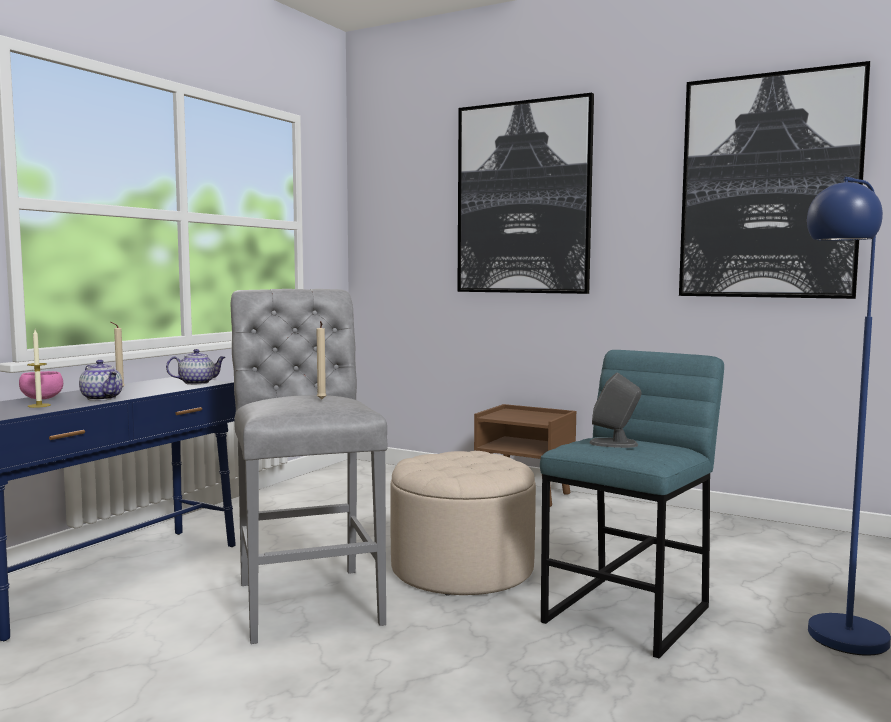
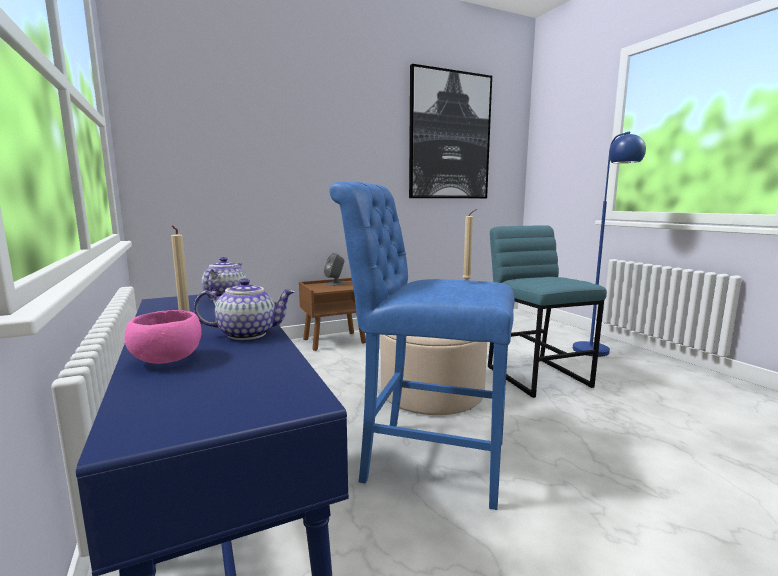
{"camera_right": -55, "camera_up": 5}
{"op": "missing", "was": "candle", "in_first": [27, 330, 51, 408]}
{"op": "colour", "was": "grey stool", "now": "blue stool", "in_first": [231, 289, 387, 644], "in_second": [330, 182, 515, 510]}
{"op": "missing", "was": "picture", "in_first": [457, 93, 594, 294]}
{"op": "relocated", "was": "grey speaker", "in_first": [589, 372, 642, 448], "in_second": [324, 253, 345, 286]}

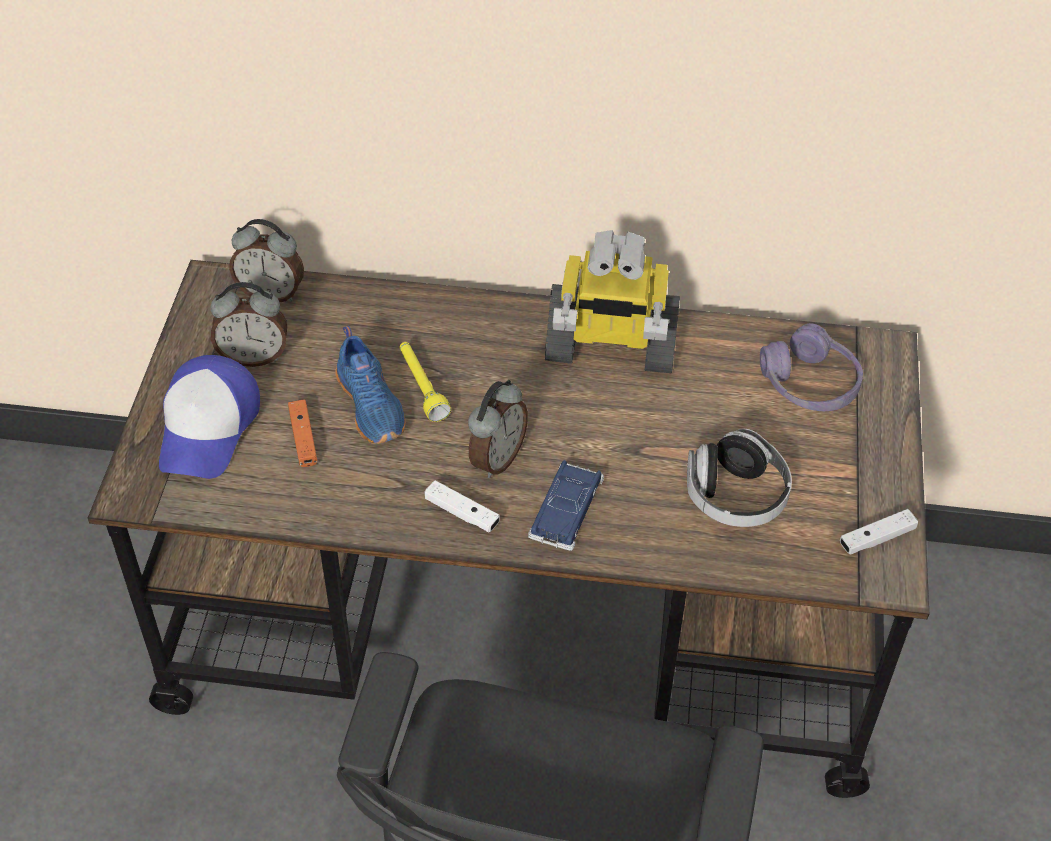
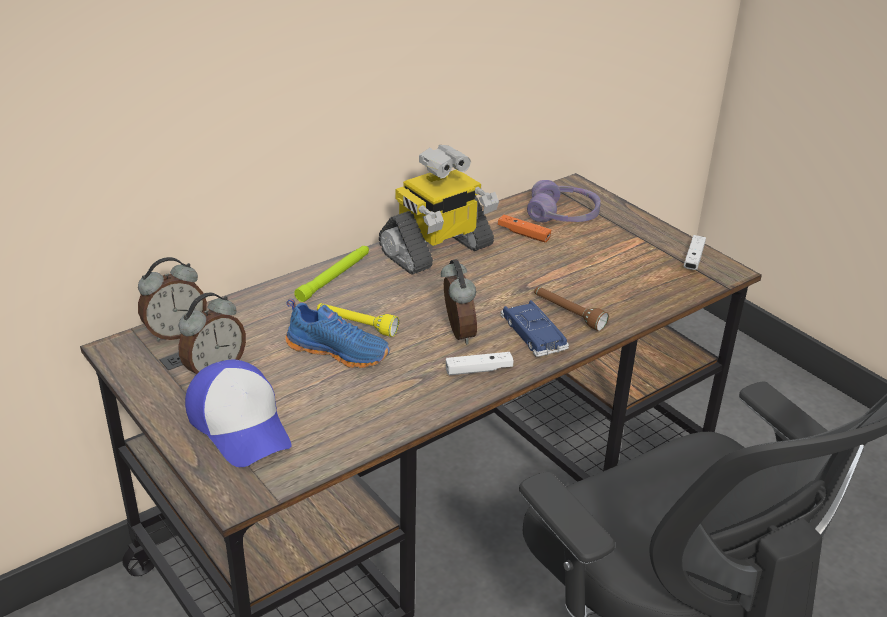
{"camera_right": -45, "camera_up": -15}
{"op": "relocated", "was": "orange game controller", "in_first": [288, 400, 317, 467], "in_second": [498, 215, 551, 242]}
{"op": "missing", "was": "headphones", "in_first": [687, 429, 792, 527]}
{"op": "appeared", "now": "green flashlight", "in_second": [294, 246, 369, 302]}
{"op": "appeared", "now": "brown flashlight", "in_second": [534, 286, 609, 331]}

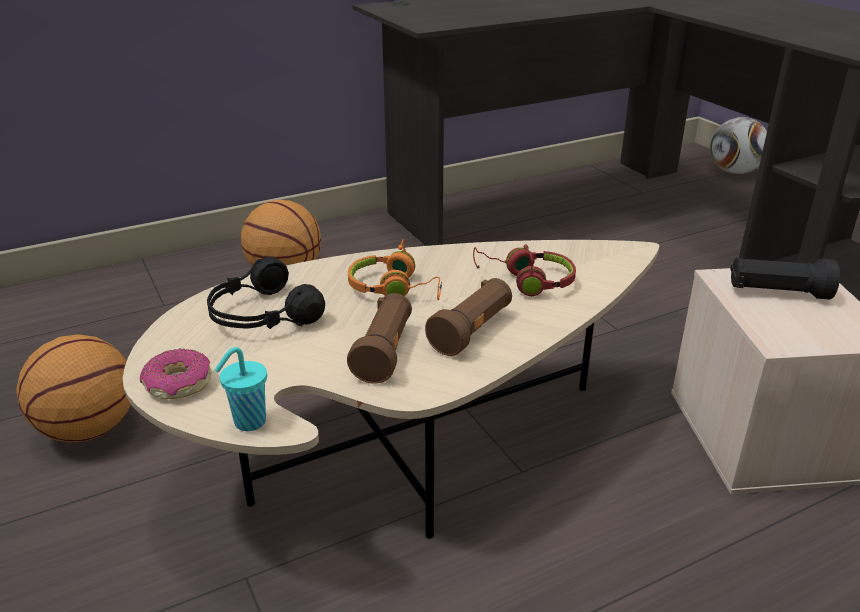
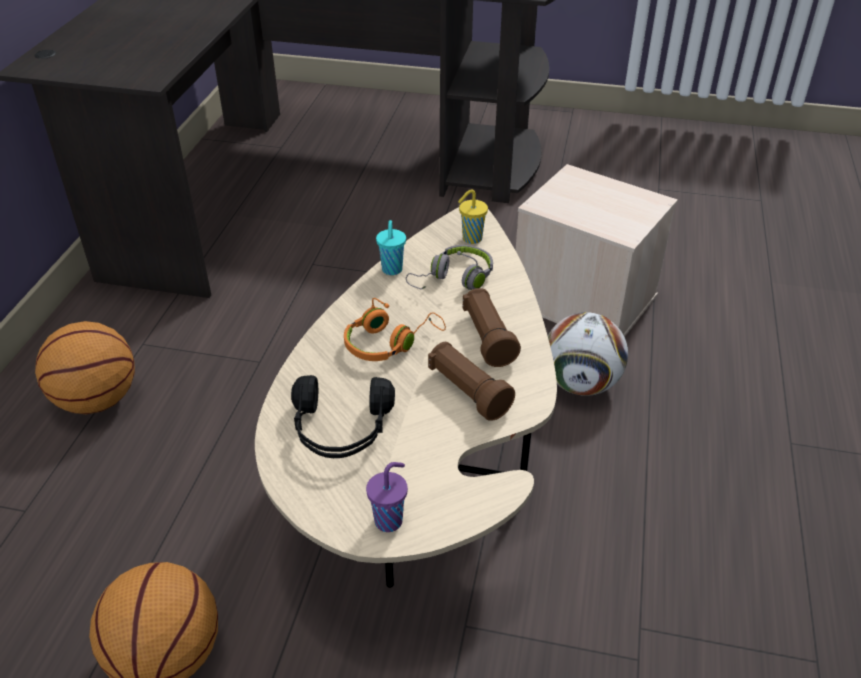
{"camera_right": -50, "camera_up": 10}
{"op": "exchanged", "was": "donut", "now": "purple cup", "in_first": [140, 348, 212, 399], "in_second": [366, 462, 408, 532]}
{"op": "relocated", "was": "turquoise cup", "in_first": [215, 347, 267, 431], "in_second": [376, 220, 406, 275]}
{"op": "colour", "was": "red headphones", "now": "grey headphones", "in_first": [473, 244, 576, 296], "in_second": [406, 245, 493, 290]}
{"op": "relocated", "was": "football", "in_first": [710, 117, 767, 174], "in_second": [548, 312, 628, 396]}
{"op": "missing", "was": "black flashlight", "in_first": [731, 258, 840, 300]}
{"op": "appeared", "now": "yellow cup", "in_second": [458, 189, 488, 244]}

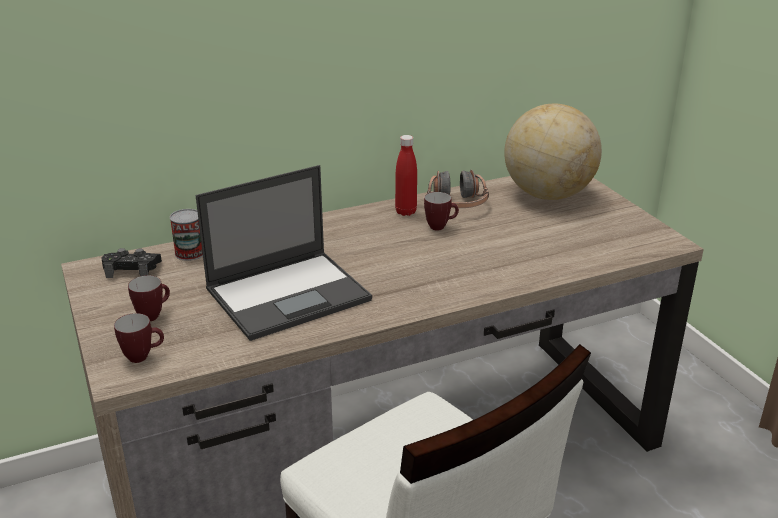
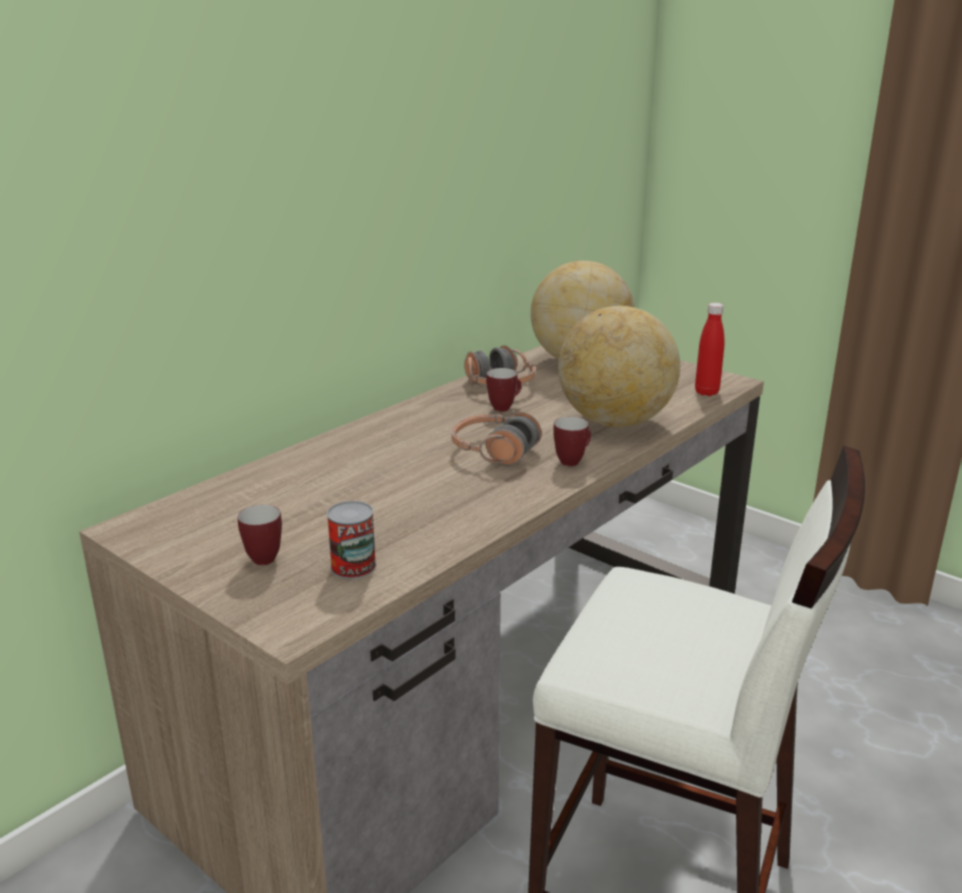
{"camera_right": -25, "camera_up": -5}
{"op": "missing", "was": "black game controller", "in_first": [102, 248, 162, 278]}
{"op": "relocated", "was": "mug", "in_first": [114, 313, 164, 363], "in_second": [553, 417, 591, 466]}
{"op": "relocated", "was": "can", "in_first": [170, 209, 203, 261], "in_second": [327, 501, 376, 579]}
{"op": "missing", "was": "laptop", "in_first": [196, 165, 372, 341]}
{"op": "relocated", "was": "red bottle", "in_first": [395, 135, 417, 216], "in_second": [695, 303, 724, 396]}
{"op": "appeared", "now": "headphones", "in_second": [451, 412, 542, 465]}
{"op": "appeared", "now": "globe", "in_second": [558, 306, 680, 427]}

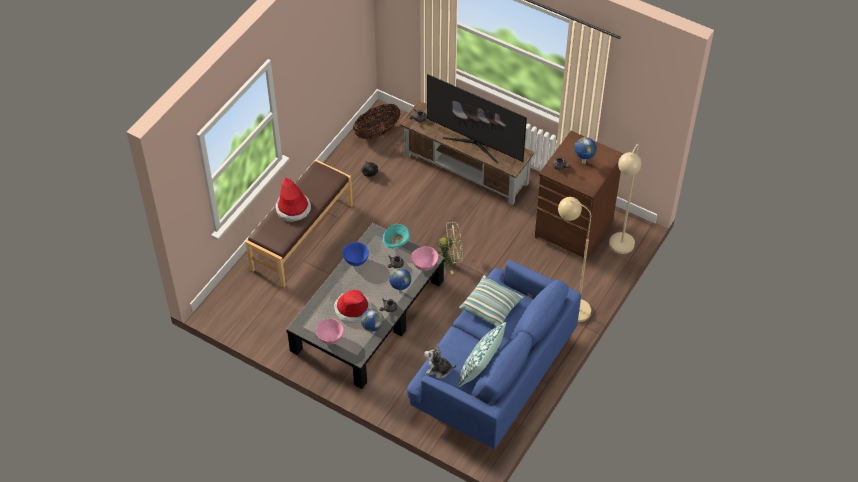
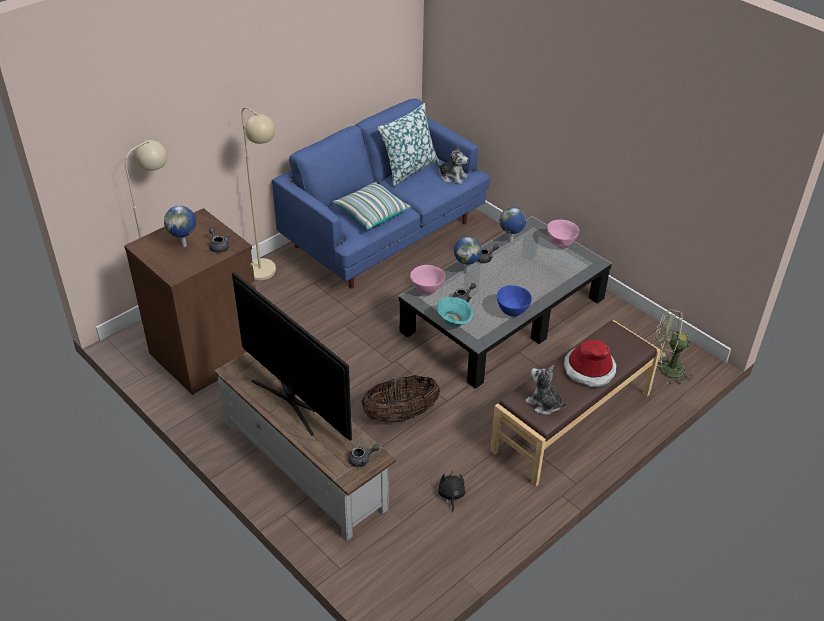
{"camera_right": -165, "camera_up": -10}
{"op": "missing", "was": "hat", "in_first": [334, 290, 371, 323]}
{"op": "relocated", "was": "basket", "in_first": [353, 104, 400, 139], "in_second": [361, 375, 440, 423]}
{"op": "relocated", "was": "green fan", "in_first": [436, 221, 463, 274], "in_second": [653, 309, 693, 385]}
{"op": "appeared", "now": "plush toy", "in_second": [525, 365, 567, 415]}

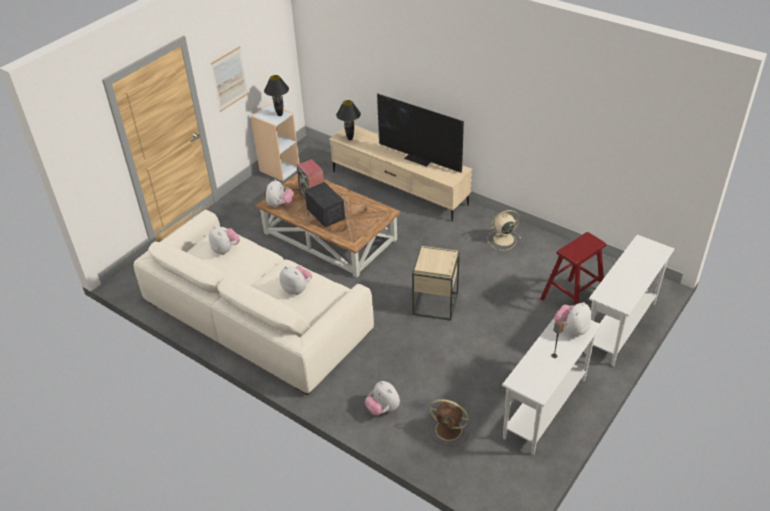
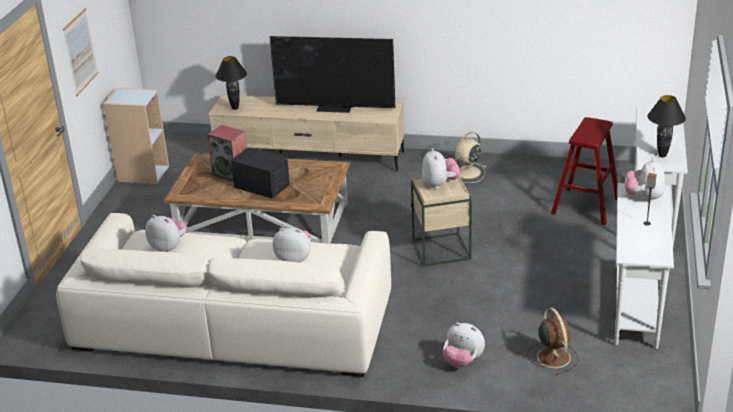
{"camera_right": -25, "camera_up": -10}
{"op": "relocated", "was": "black table lamp", "in_first": [264, 75, 289, 116], "in_second": [647, 95, 686, 157]}
{"op": "relocated", "was": "plush toy", "in_first": [266, 179, 294, 208], "in_second": [422, 148, 460, 189]}
{"op": "spun", "was": "brown fan", "in_first": [429, 399, 469, 446], "in_second": [527, 308, 579, 375], "clockwise": -105}

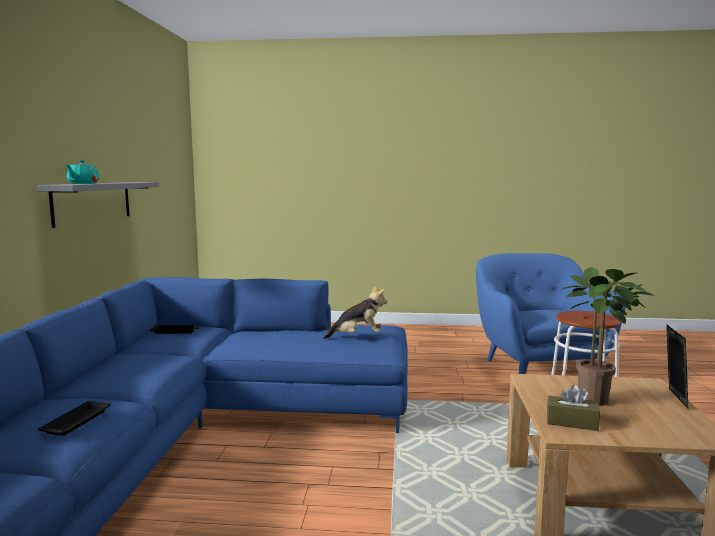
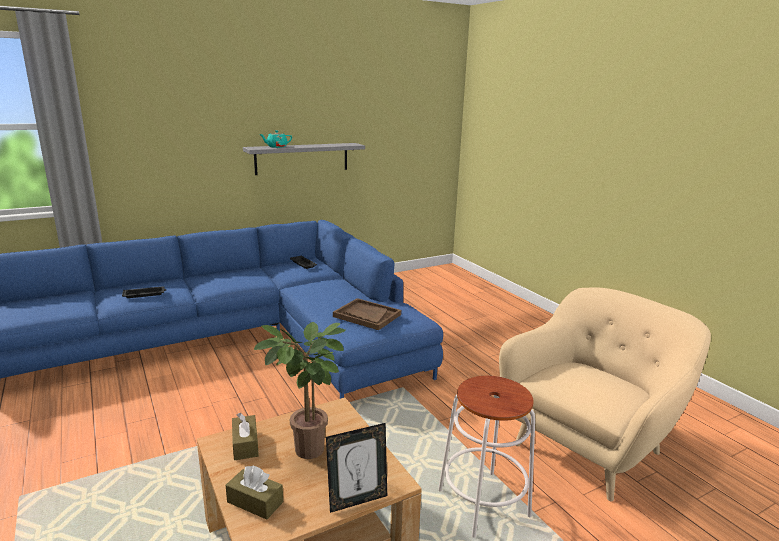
{"camera_right": 55, "camera_up": 10}
{"op": "exchanged", "was": "plush toy", "now": "brown tray", "in_first": [323, 286, 387, 339], "in_second": [333, 298, 401, 330]}
{"op": "colour", "was": "blue armchair", "now": "beige armchair", "in_first": [476, 253, 625, 374], "in_second": [499, 287, 711, 502]}
{"op": "appeared", "now": "brown tissue box", "in_second": [226, 466, 283, 520]}

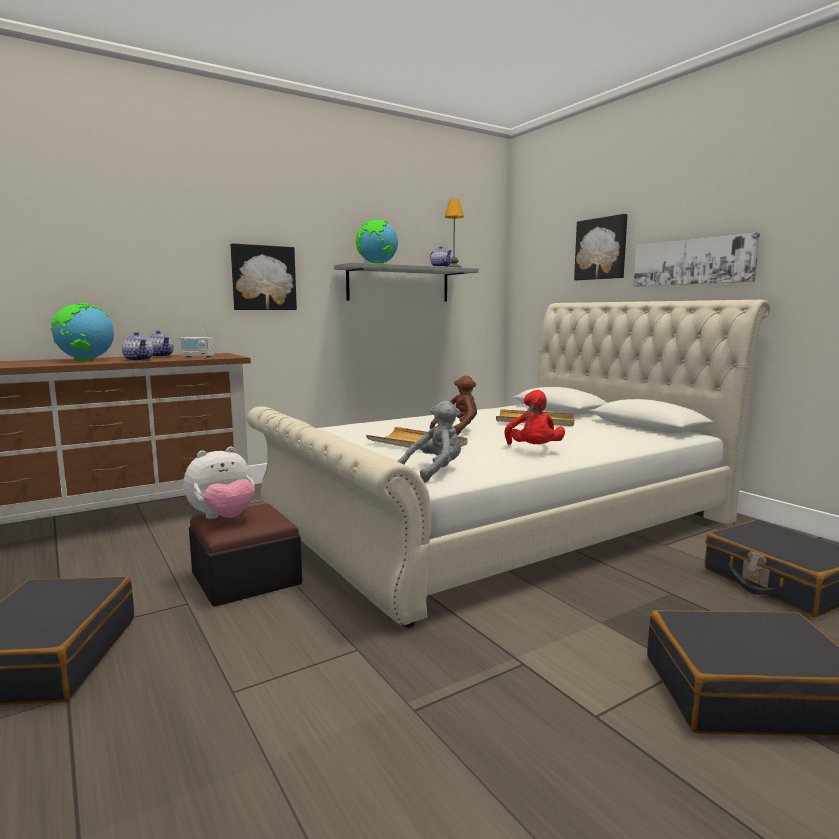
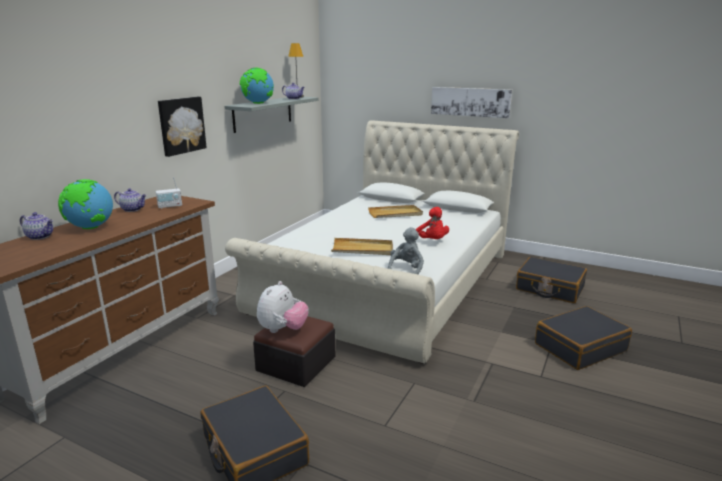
{"camera_right": -30, "camera_up": 10}
{"op": "relocated", "was": "teapot", "in_first": [122, 332, 153, 361], "in_second": [20, 212, 53, 240]}
{"op": "missing", "was": "brown plush toy", "in_first": [430, 375, 477, 435]}
{"op": "missing", "was": "picture", "in_first": [574, 214, 627, 280]}

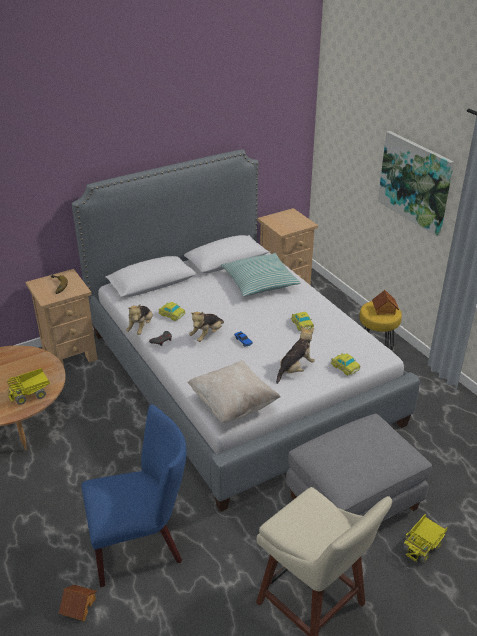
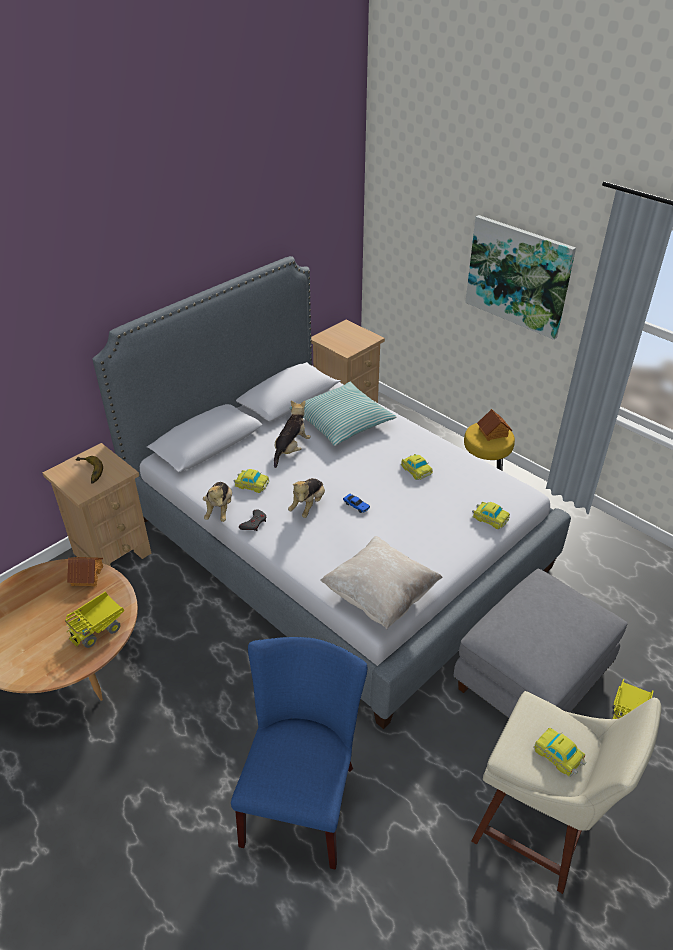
{"camera_right": -15, "camera_up": 5}
{"op": "relocated", "was": "toy house", "in_first": [59, 585, 97, 621], "in_second": [67, 557, 103, 587]}
{"op": "spun", "was": "blue chair", "in_first": [81, 404, 187, 587], "in_second": [231, 637, 367, 870], "clockwise": -45}
{"op": "relocated", "was": "plush toy", "in_first": [276, 326, 315, 384], "in_second": [274, 401, 311, 468]}
{"op": "appeared", "now": "toy car", "in_second": [533, 728, 586, 777]}

